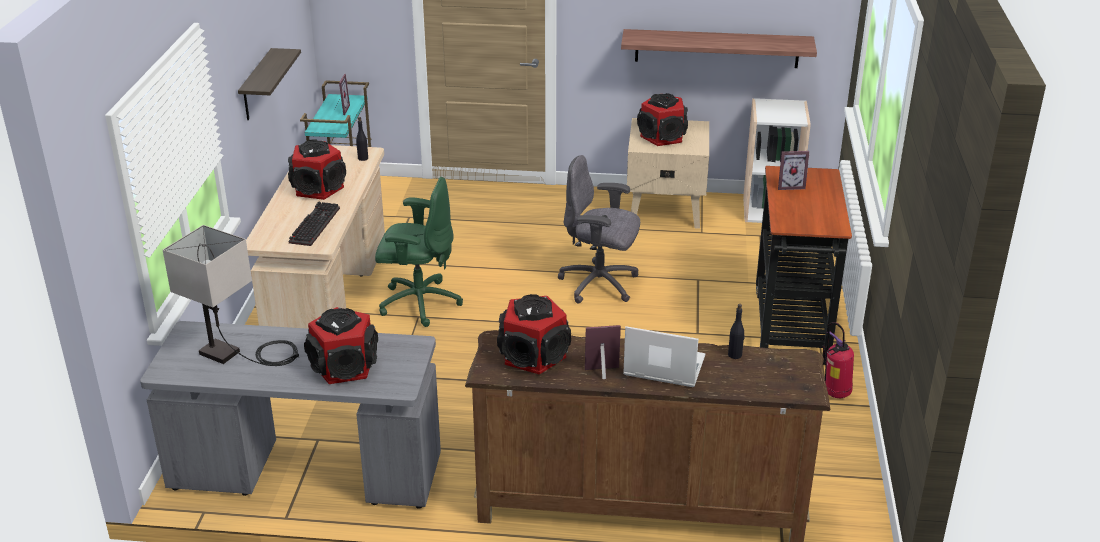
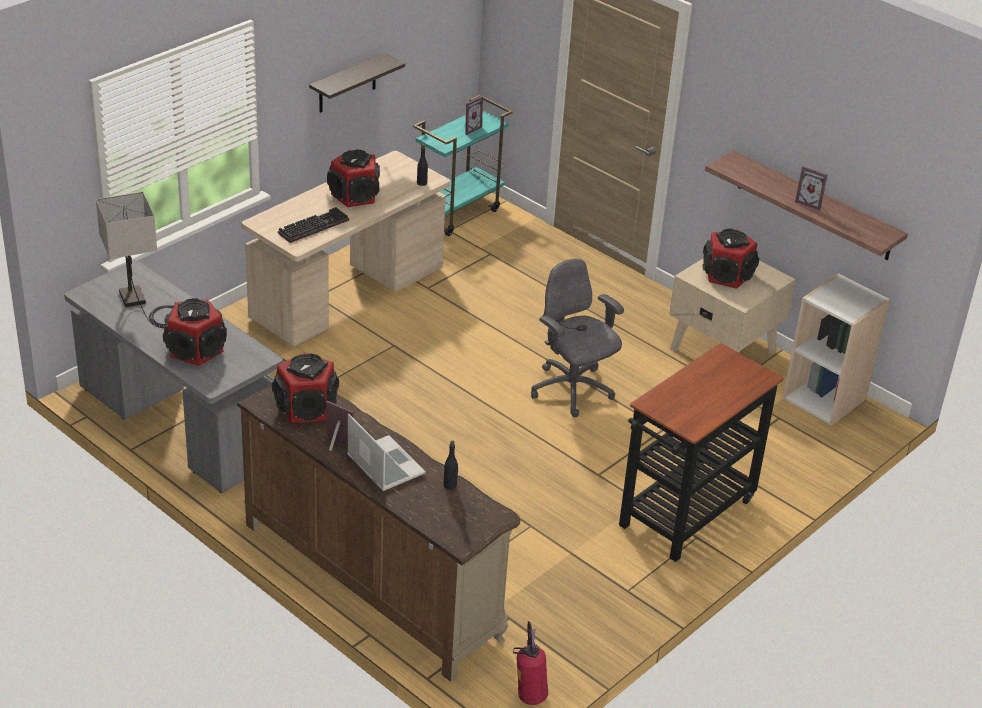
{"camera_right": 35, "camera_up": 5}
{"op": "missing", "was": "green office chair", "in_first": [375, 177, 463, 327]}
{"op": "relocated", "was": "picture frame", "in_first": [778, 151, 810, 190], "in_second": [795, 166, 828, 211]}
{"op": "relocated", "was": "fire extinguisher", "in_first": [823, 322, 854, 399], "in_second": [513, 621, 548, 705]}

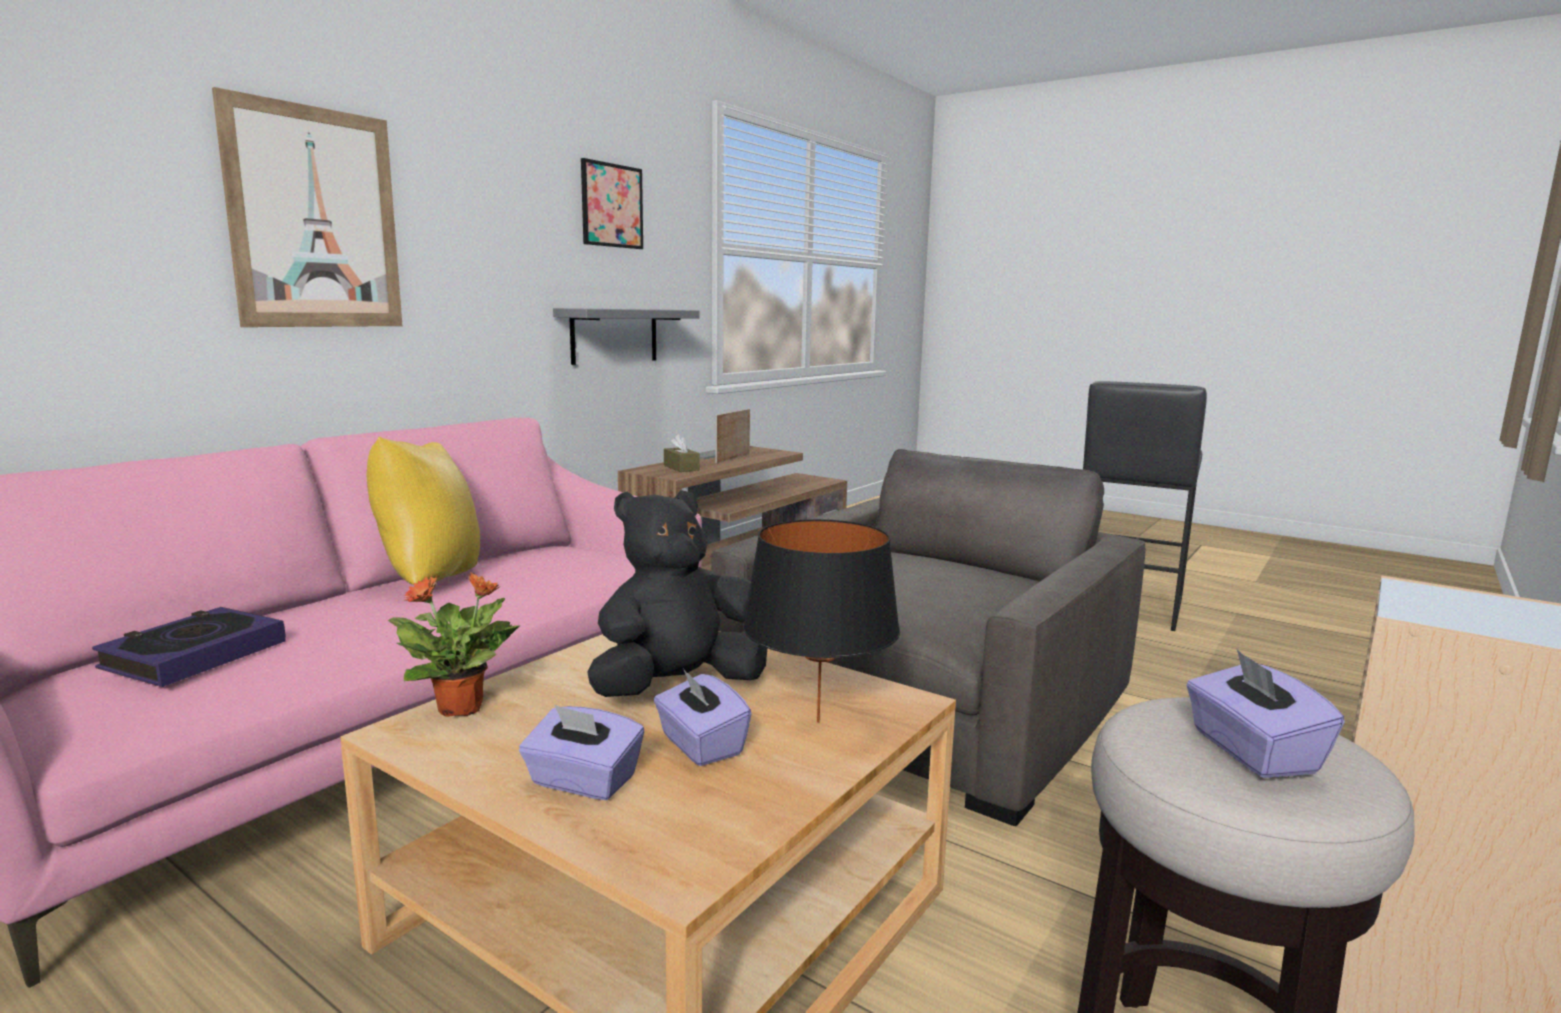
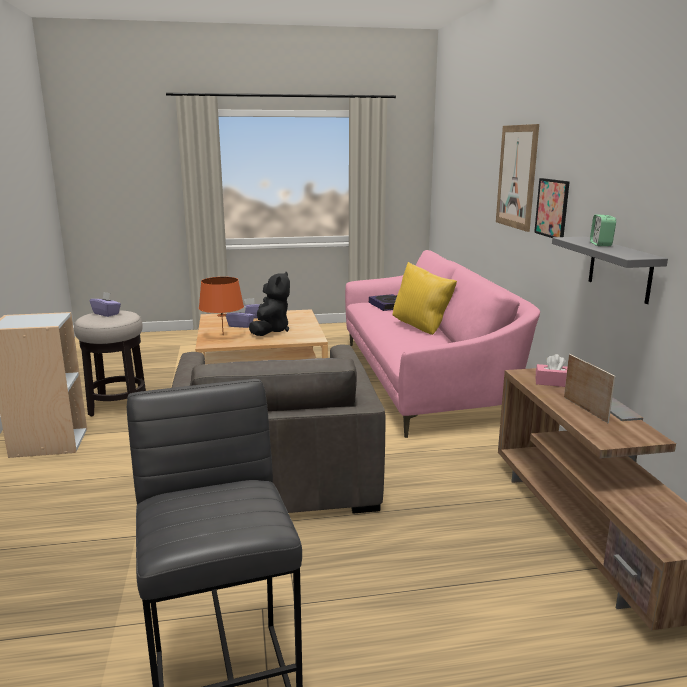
{"camera_right": 135, "camera_up": 5}
{"op": "missing", "was": "potted plant", "in_first": [388, 572, 520, 717]}
{"op": "relocated", "was": "picture", "in_first": [581, 158, 643, 249], "in_second": [534, 178, 570, 238]}
{"op": "colour", "was": "brown tissue box", "now": "pink tissue box", "in_first": [664, 434, 700, 472], "in_second": [535, 354, 567, 387]}
{"op": "colour", "was": "black table lamp", "now": "orange table lamp", "in_first": [743, 519, 900, 723], "in_second": [199, 277, 244, 335]}
{"op": "appeared", "now": "alarm clock", "in_second": [590, 214, 616, 246]}

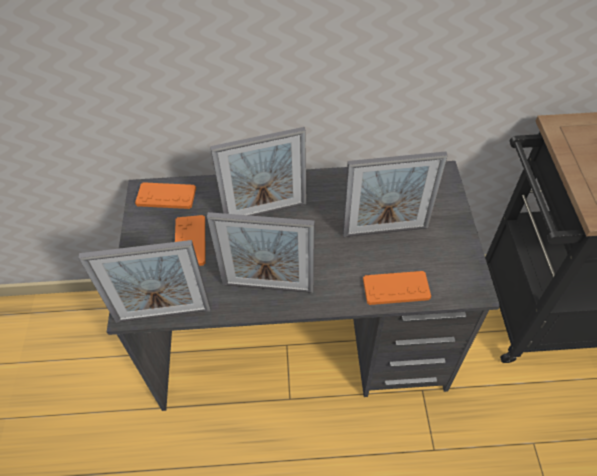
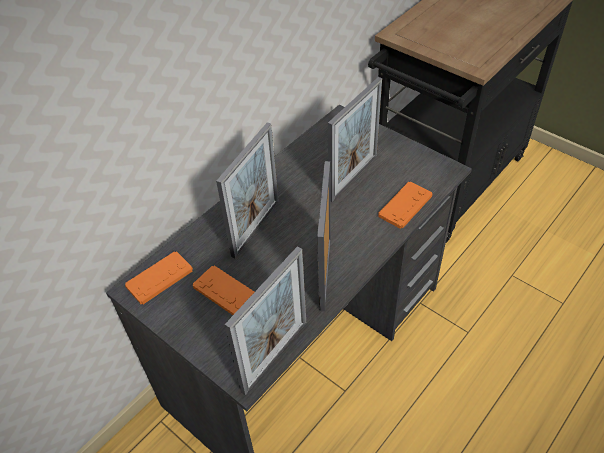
{"camera_right": -45, "camera_up": -5}
{"op": "spun", "was": "picture frame", "in_first": [207, 212, 315, 293], "in_second": [317, 161, 331, 311], "clockwise": 135}

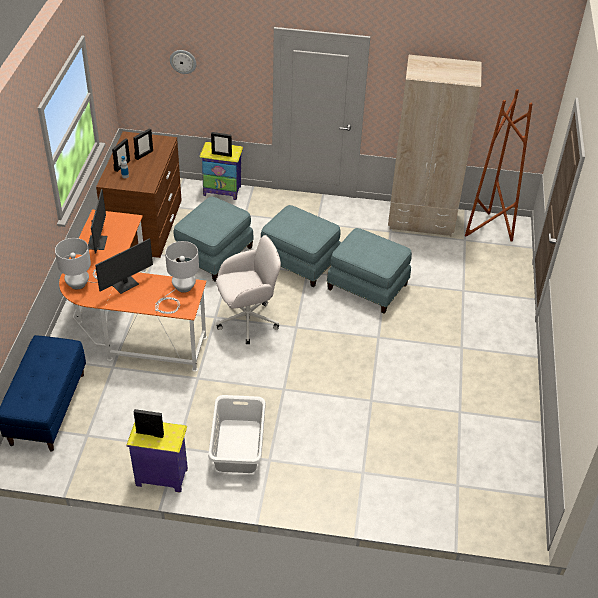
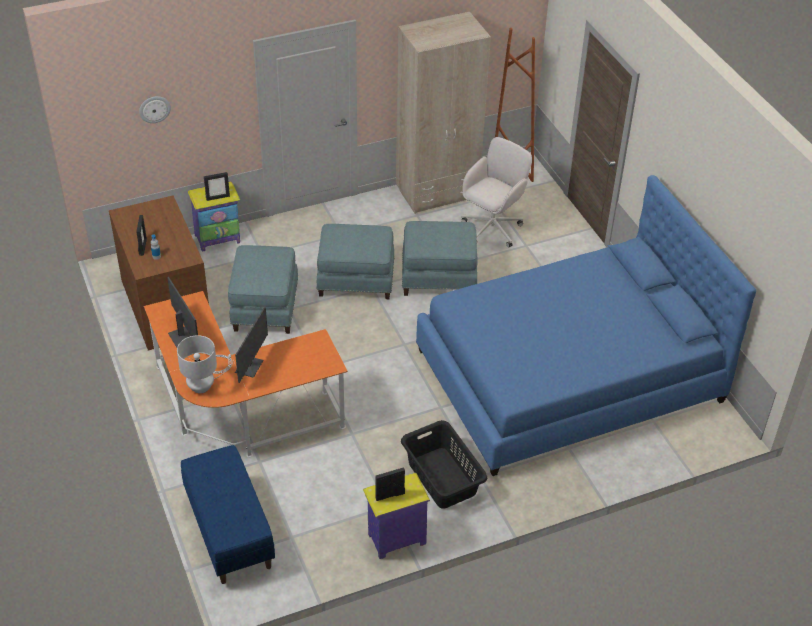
{"camera_right": -30, "camera_up": 0}
{"op": "missing", "was": "picture frame", "in_first": [133, 128, 153, 160]}
{"op": "missing", "was": "grey table lamp", "in_first": [155, 241, 199, 314]}
{"op": "colour", "was": "white laundry basket", "now": "black laundry basket", "in_first": [208, 395, 266, 473], "in_second": [401, 420, 487, 509]}
{"op": "relocated", "was": "white office chair", "in_first": [216, 235, 281, 344], "in_second": [461, 137, 532, 247]}
{"op": "appeared", "now": "blue bed", "in_second": [416, 175, 756, 476]}

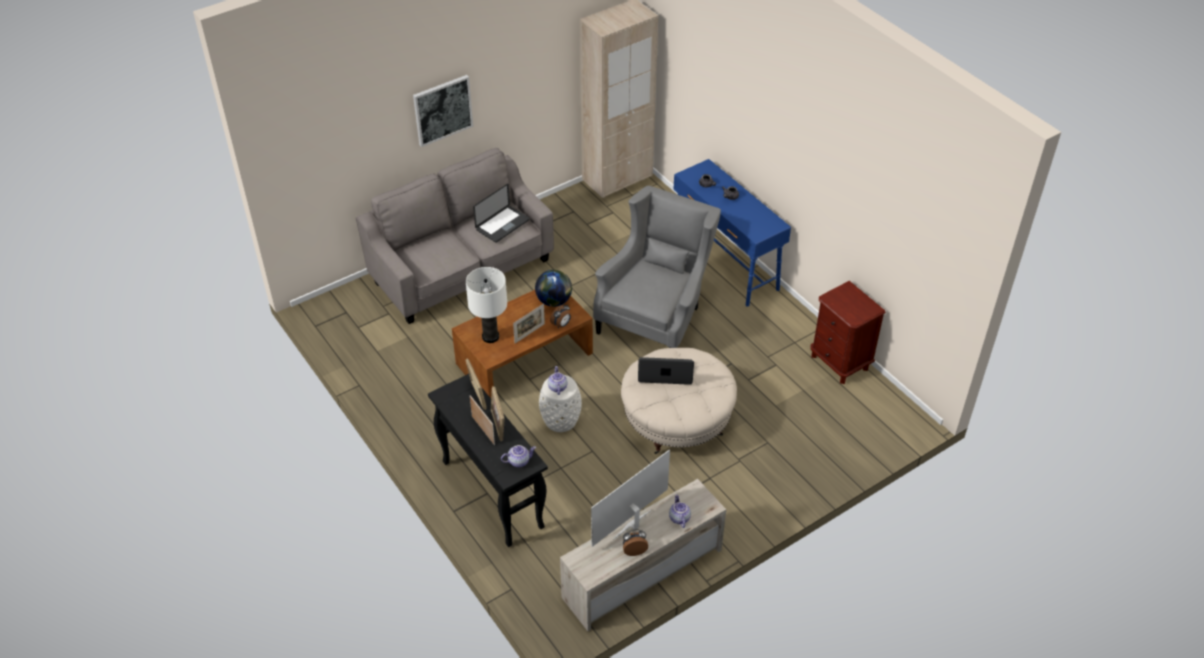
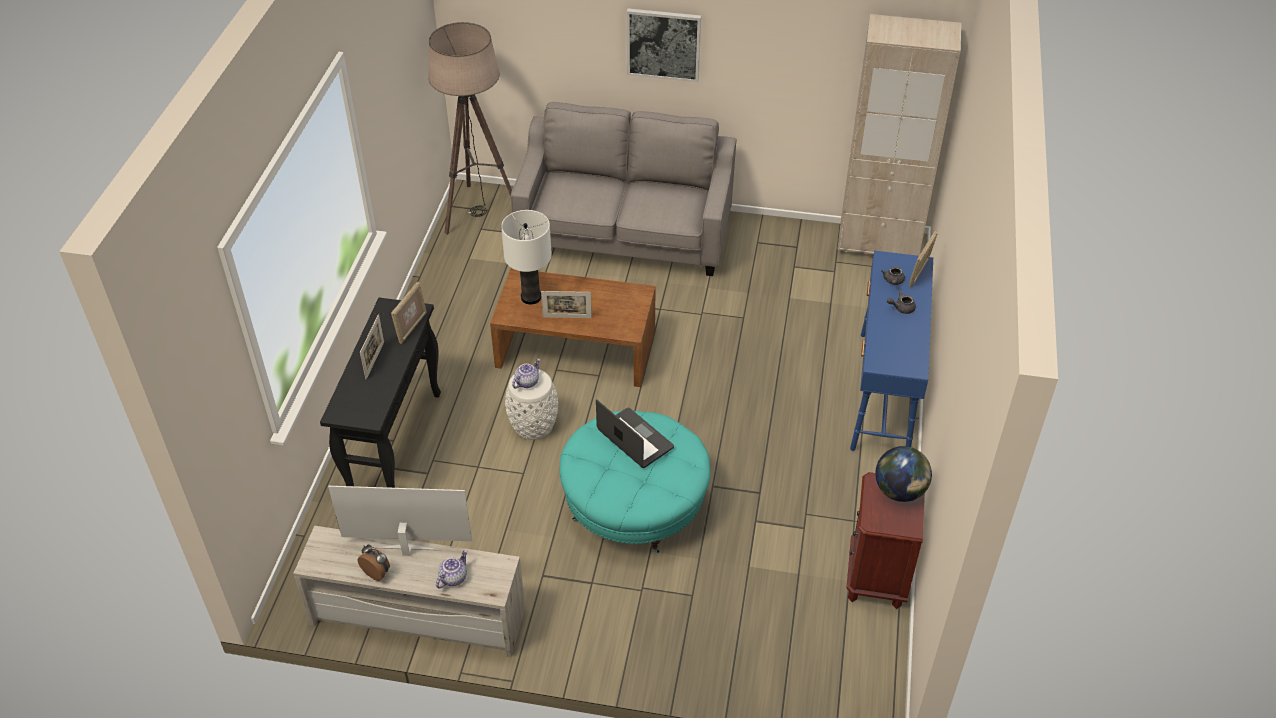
{"camera_right": 45, "camera_up": 0}
{"op": "missing", "was": "laptop", "in_first": [473, 184, 530, 243]}
{"op": "relocated", "was": "picture frame", "in_first": [491, 386, 505, 441], "in_second": [909, 231, 938, 287]}
{"op": "missing", "was": "teapot", "in_first": [501, 445, 536, 467]}
{"op": "relocated", "was": "globe", "in_first": [535, 270, 572, 307], "in_second": [875, 446, 932, 502]}
{"op": "missing", "was": "alarm clock", "in_first": [550, 304, 571, 328]}
{"op": "missing", "was": "grey armchair", "in_first": [593, 186, 721, 348]}
{"op": "colour", "was": "beige ottoman", "now": "turquoise ottoman", "in_first": [621, 348, 737, 454], "in_second": [560, 411, 711, 553]}
{"op": "appeared", "now": "floor lamp", "in_second": [428, 22, 512, 234]}

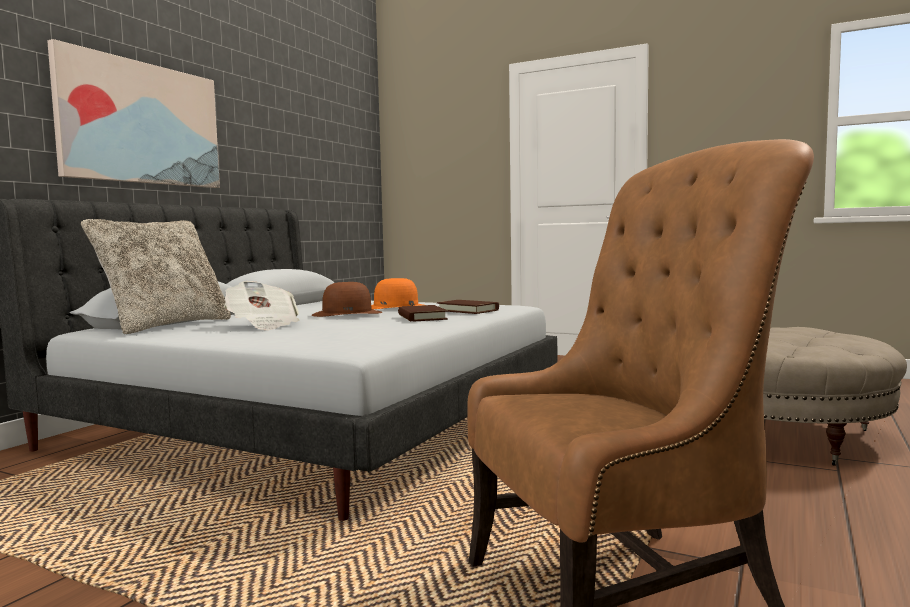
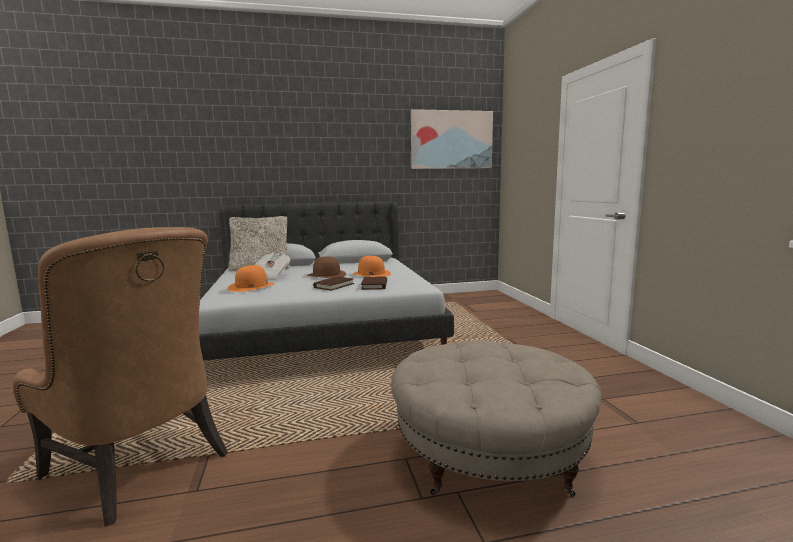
{"camera_right": 50, "camera_up": 5}
{"op": "relocated", "was": "picture", "in_first": [47, 39, 220, 188], "in_second": [411, 109, 493, 169]}
{"op": "appeared", "now": "orange hat", "in_second": [228, 265, 274, 292]}

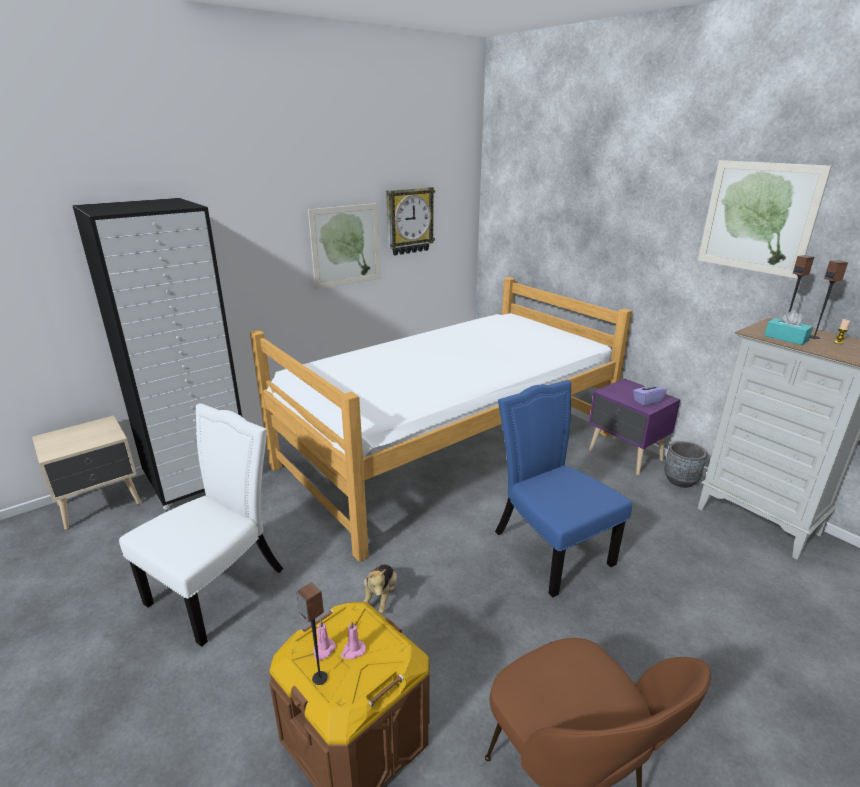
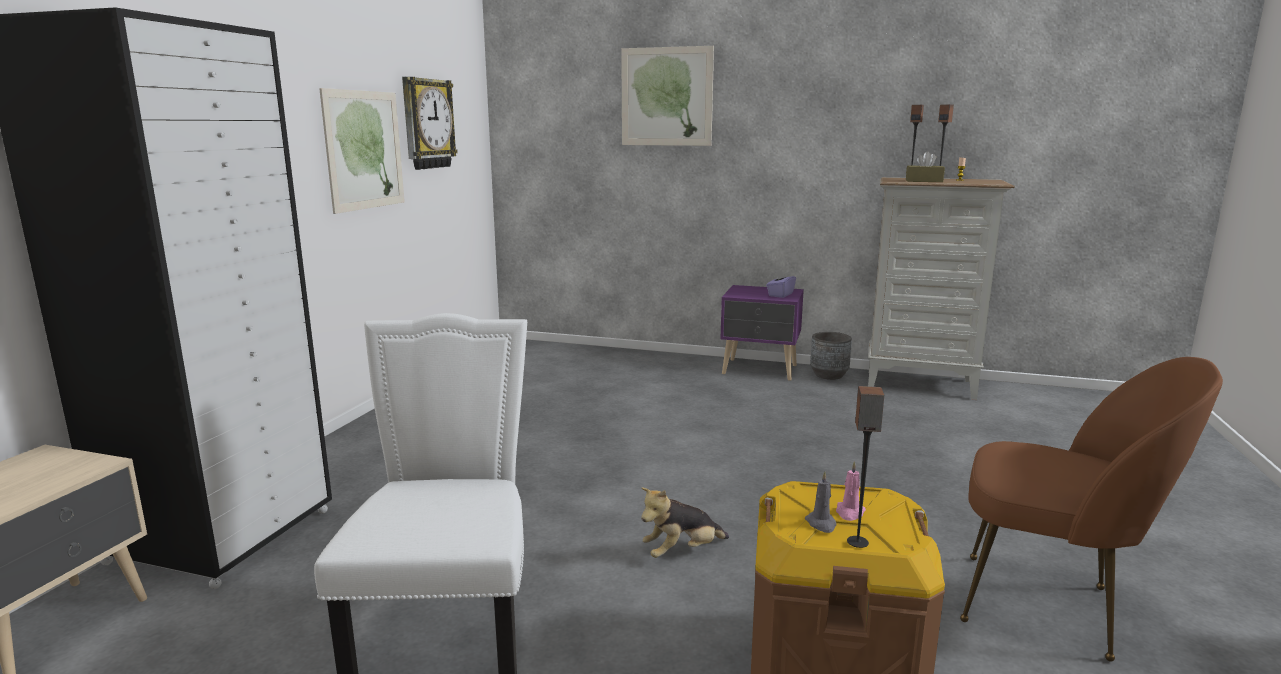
{"camera_right": -35, "camera_up": -10}
{"op": "missing", "was": "bed", "in_first": [250, 277, 632, 562]}
{"op": "colour", "was": "pink candle", "now": "grey candle", "in_first": [313, 620, 336, 661], "in_second": [805, 471, 837, 533]}
{"op": "spun", "was": "plush toy", "in_first": [363, 564, 397, 613], "in_second": [641, 487, 729, 558], "clockwise": 90}
{"op": "missing", "was": "blue chair", "in_first": [495, 380, 632, 598]}
{"op": "relocated", "was": "picture", "in_first": [698, 160, 832, 279], "in_second": [621, 46, 714, 146]}
{"op": "colour", "was": "turquoise tissue box", "now": "brown tissue box", "in_first": [764, 310, 813, 345], "in_second": [906, 151, 945, 182]}

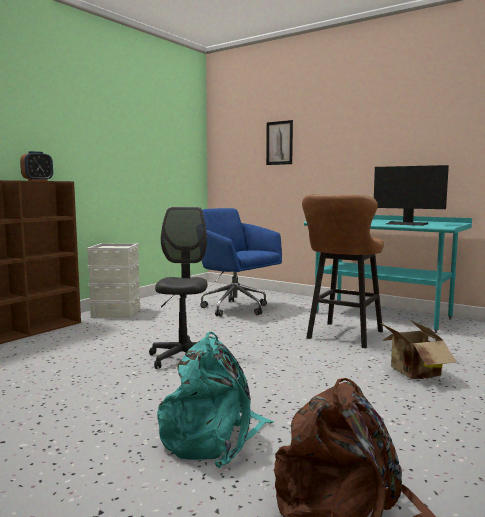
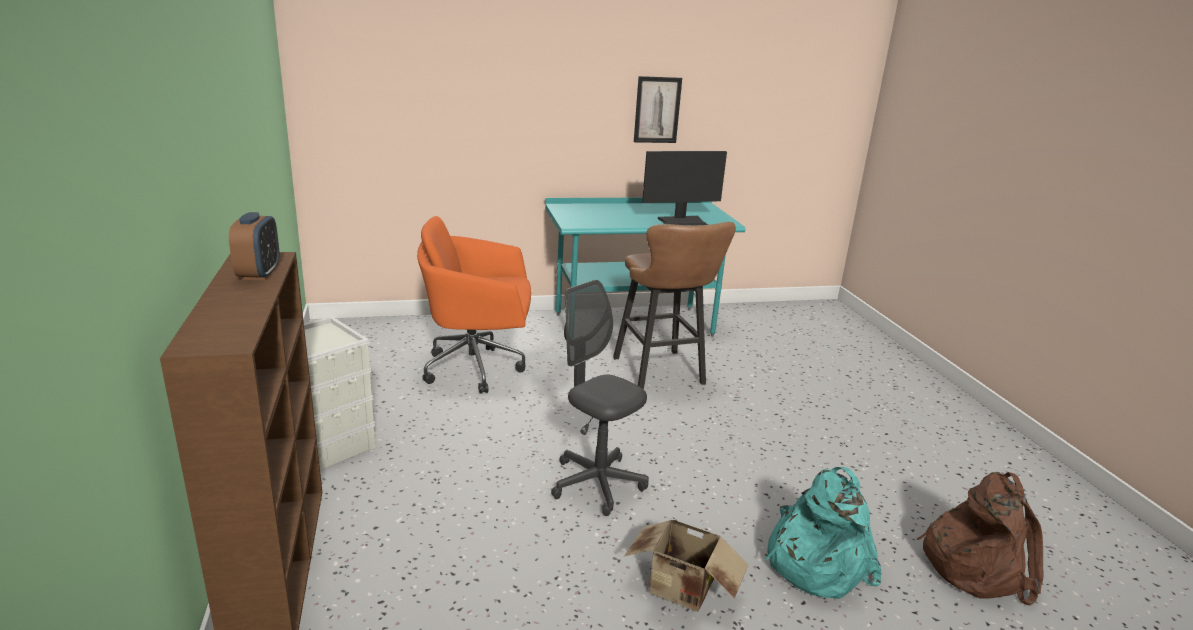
{"camera_right": -50, "camera_up": 15}
{"op": "colour", "was": "blue office chair", "now": "orange office chair", "in_first": [200, 208, 282, 317], "in_second": [417, 216, 531, 394]}
{"op": "relocated", "was": "picture", "in_first": [266, 120, 293, 165], "in_second": [634, 76, 682, 143]}
{"op": "relocated", "was": "cardboard box", "in_first": [379, 320, 457, 379], "in_second": [624, 517, 748, 612]}

